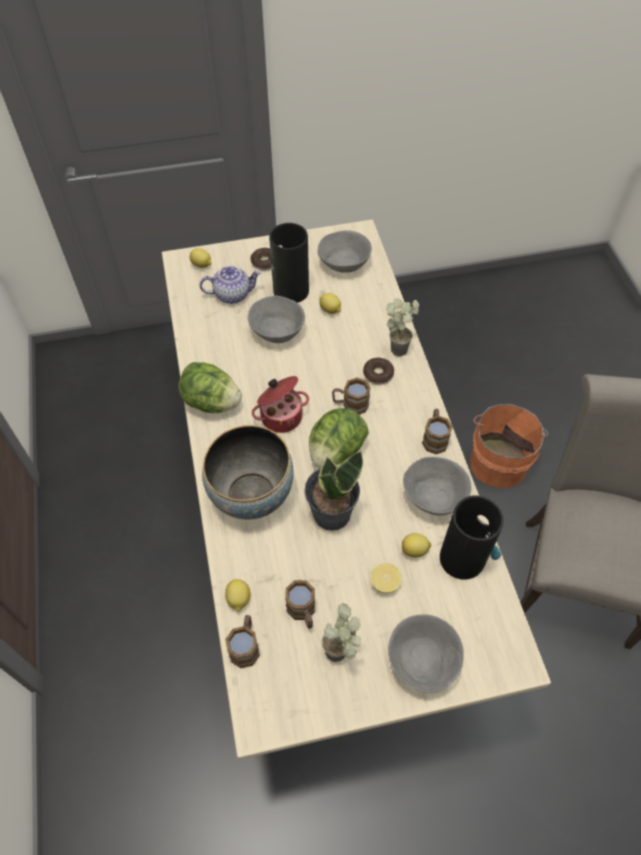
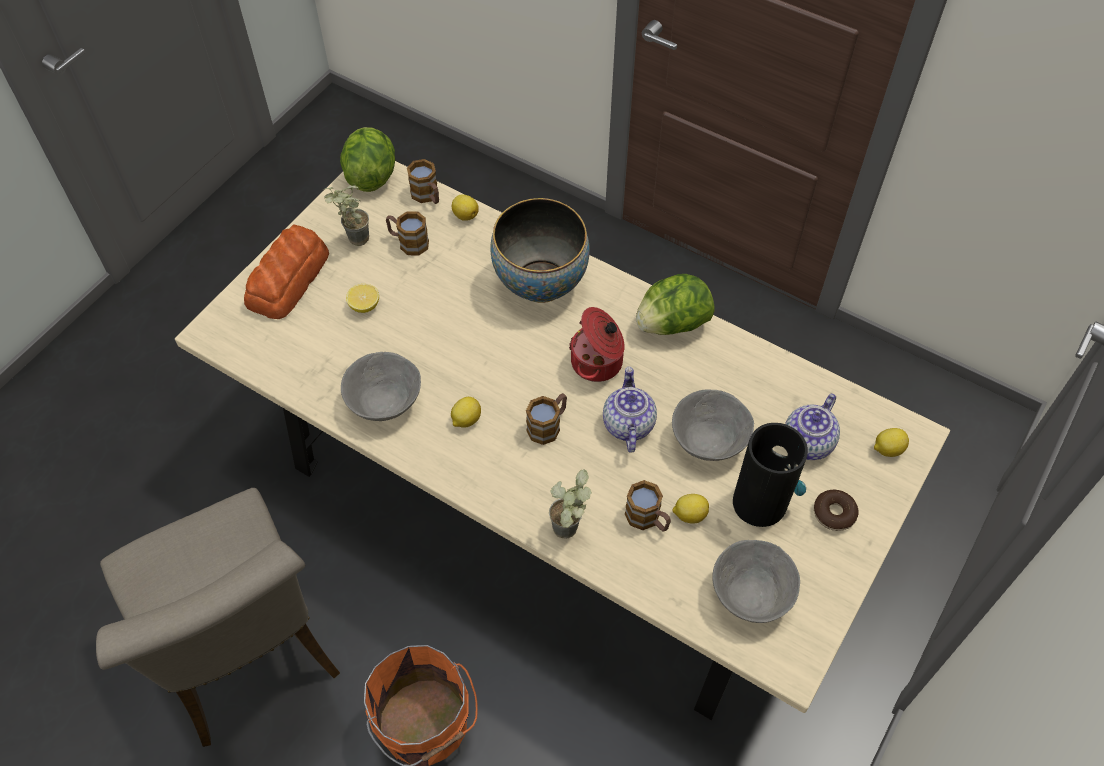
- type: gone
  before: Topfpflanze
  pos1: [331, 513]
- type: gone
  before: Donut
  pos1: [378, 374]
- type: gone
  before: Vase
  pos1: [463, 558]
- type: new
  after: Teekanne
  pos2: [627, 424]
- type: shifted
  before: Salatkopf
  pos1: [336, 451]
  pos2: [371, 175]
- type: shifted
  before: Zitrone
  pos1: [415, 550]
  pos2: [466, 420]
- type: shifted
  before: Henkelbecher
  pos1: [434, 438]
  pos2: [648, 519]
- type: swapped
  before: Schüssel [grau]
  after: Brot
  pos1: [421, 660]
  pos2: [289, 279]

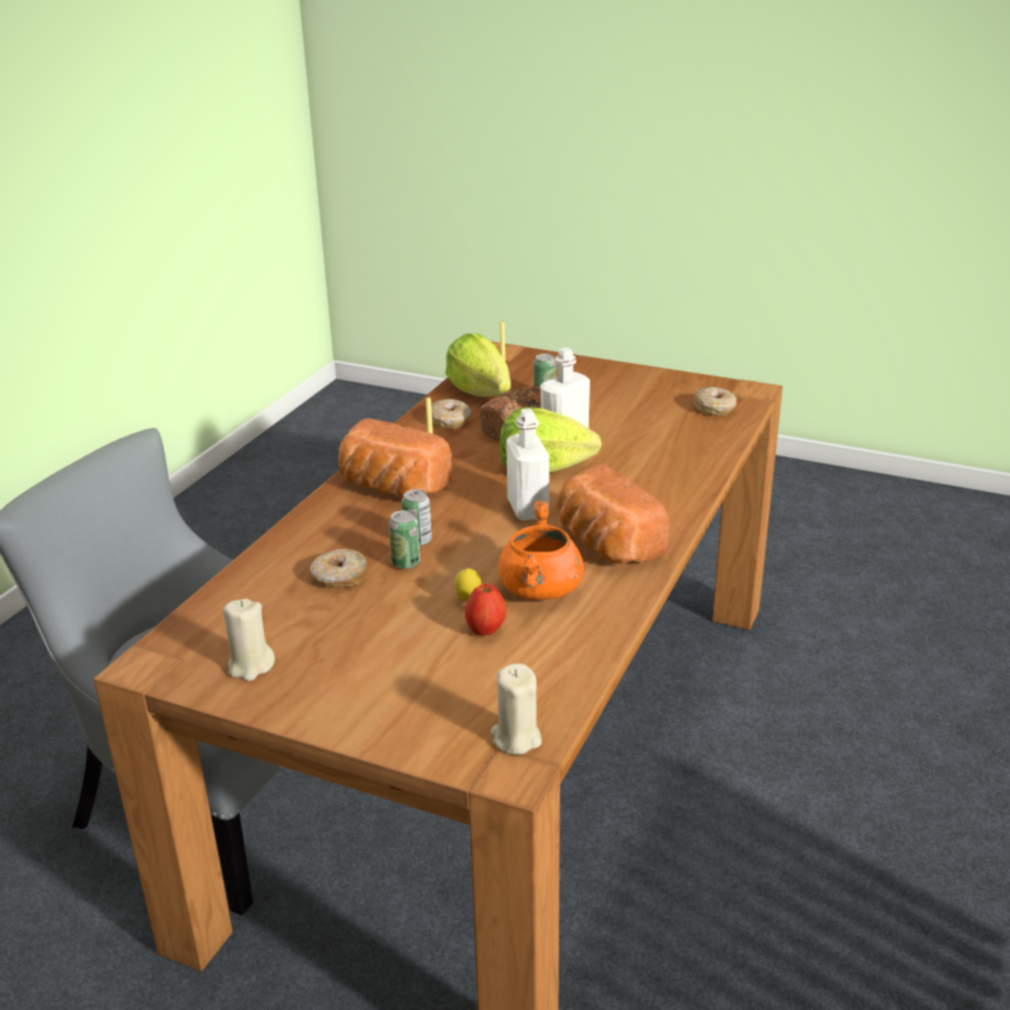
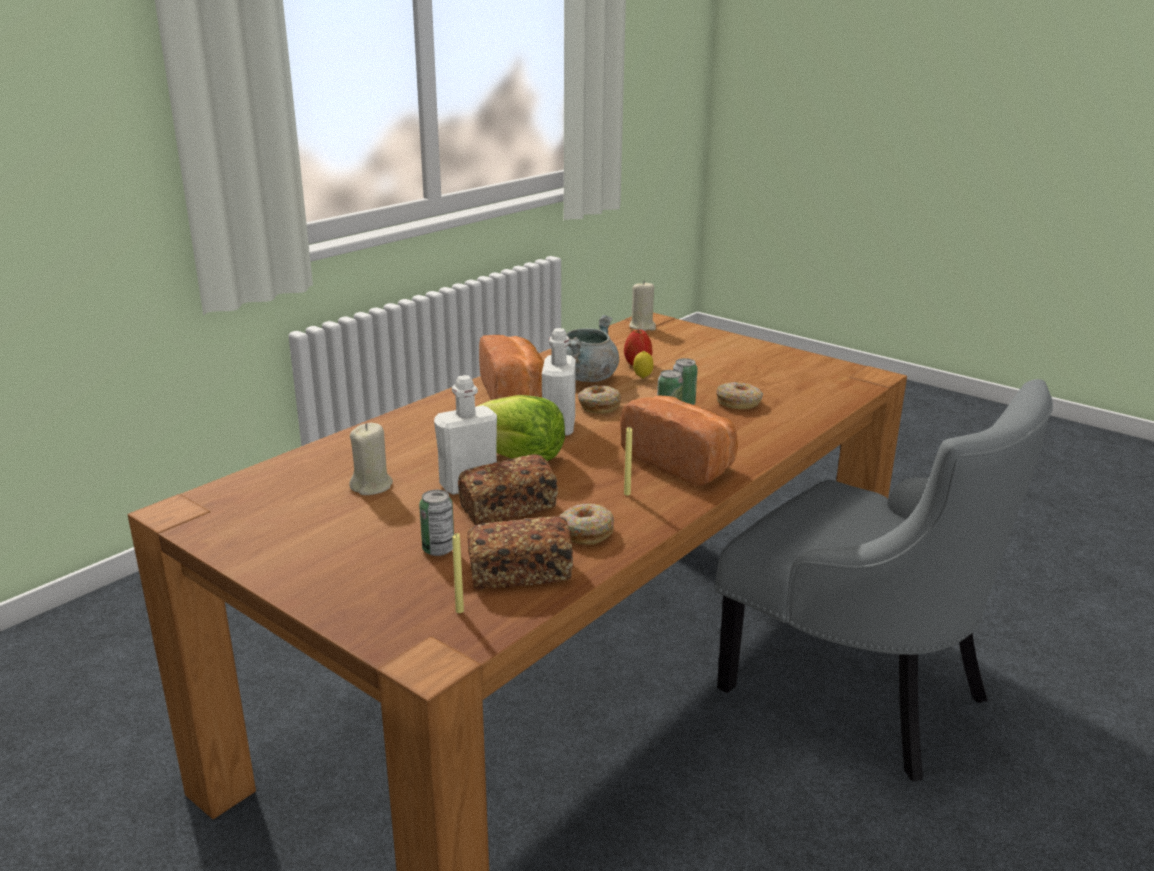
- type: shifted
  before: Kerze [beige]
  pos1: [250, 666]
  pos2: [372, 486]
- type: shifted
  before: Donut
  pos1: [715, 408]
  pos2: [599, 406]
- type: swapped
  before: Salatkopf
  after: Brot
  pos1: [481, 392]
  pos2: [520, 573]
- type: repainted
  before: Kochtopf [orange]
  after: Kochtopf [grau]
  pos1: [541, 590]
  pos2: [586, 377]

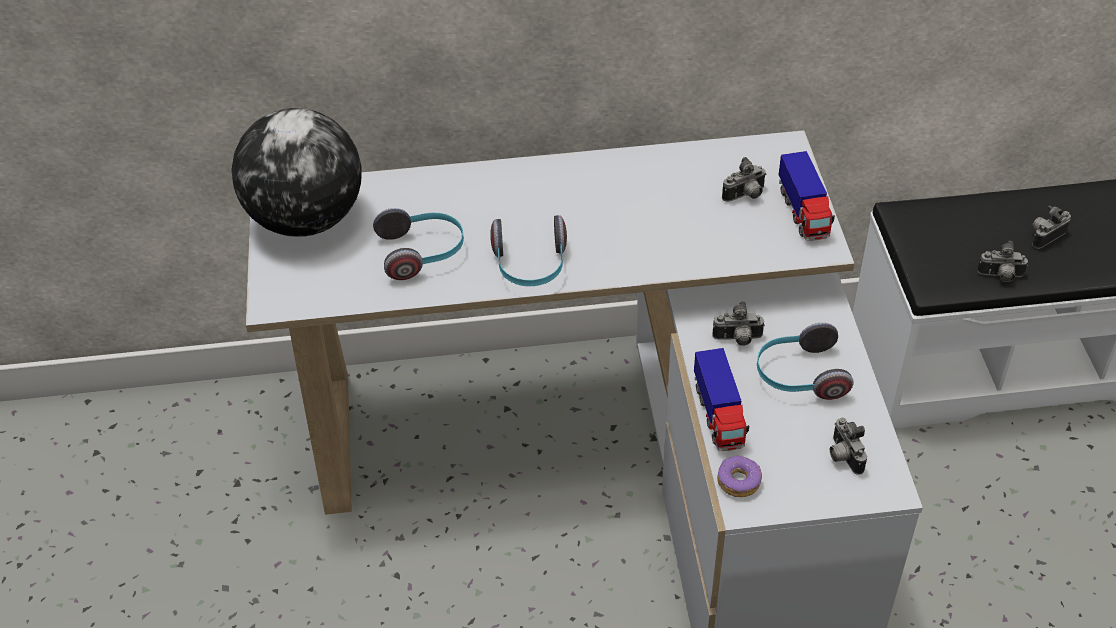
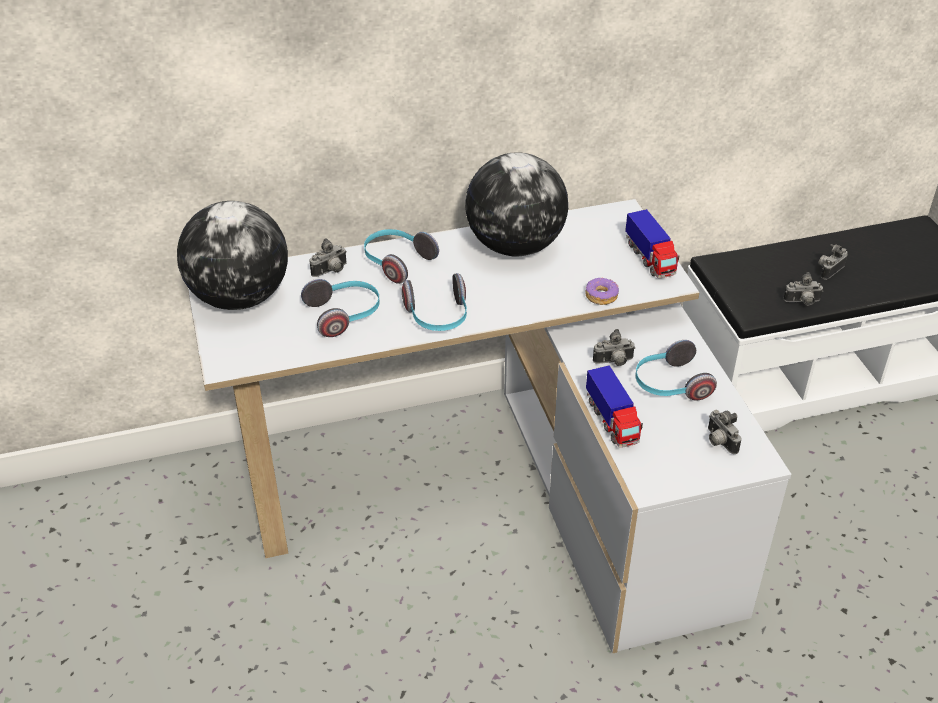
- type: new
  after: Kopfhörer
  pos2: [396, 262]
- type: new
  after: Globus
  pos2: [515, 245]
- type: shifted
  before: Donut
  pos1: [738, 481]
  pos2: [601, 296]
- type: shifted
  before: Kamera
  pos1: [745, 196]
  pos2: [331, 271]

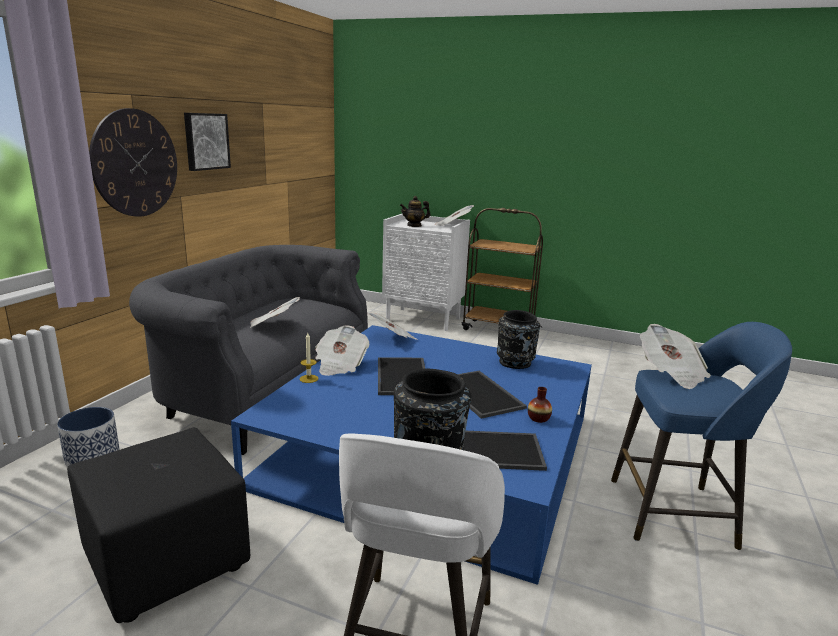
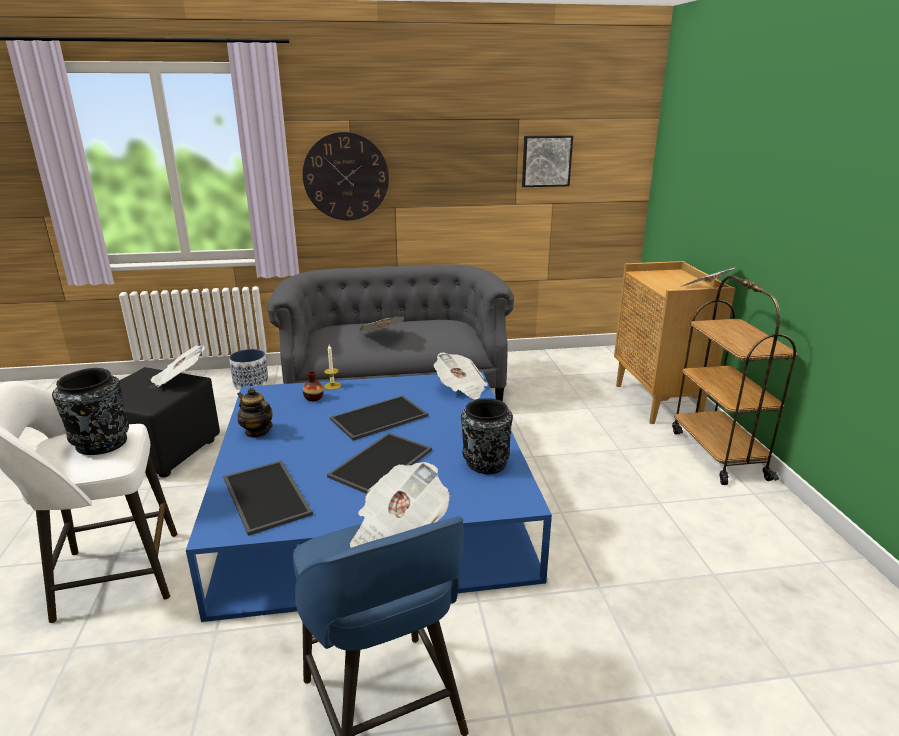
- type: shifted
  before: Bild
  pos1: [206, 141]
  pos2: [546, 161]
- type: shifted
  before: Zeitung
  pos1: [340, 365]
  pos2: [179, 379]
- type: shifted
  before: Teekanne
  pos1: [414, 225]
  pos2: [257, 432]
- type: shifted
  before: Vase
  pos1: [538, 418]
  pos2: [313, 398]
- type: repainted
  before: Schrank [weiß]
  after: Schrank [braun]
  pos1: [423, 319]
  pos2: [657, 402]

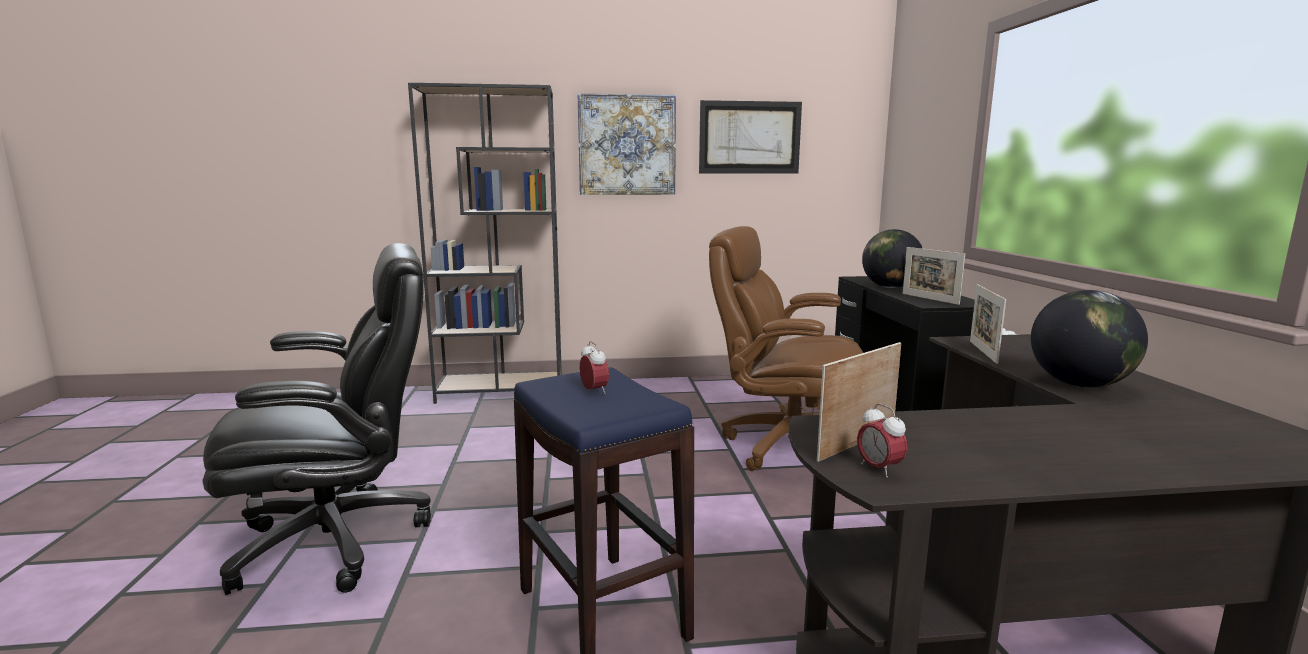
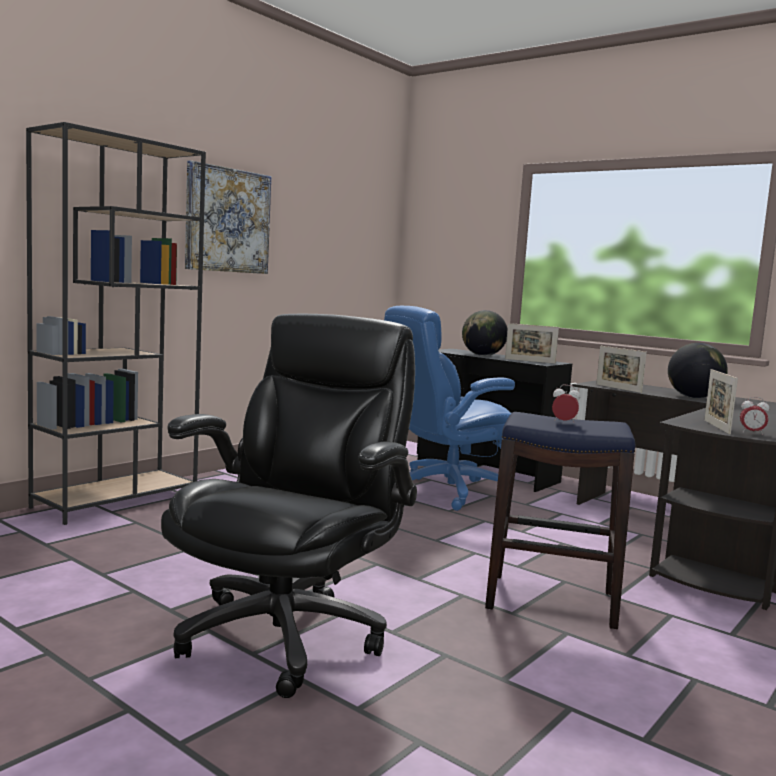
- type: gone
  before: Bild
  pos1: [750, 137]
- type: repainted
  before: Bürostuhl [braun]
  after: Bürostuhl [blau]
  pos1: [784, 446]
  pos2: [443, 492]

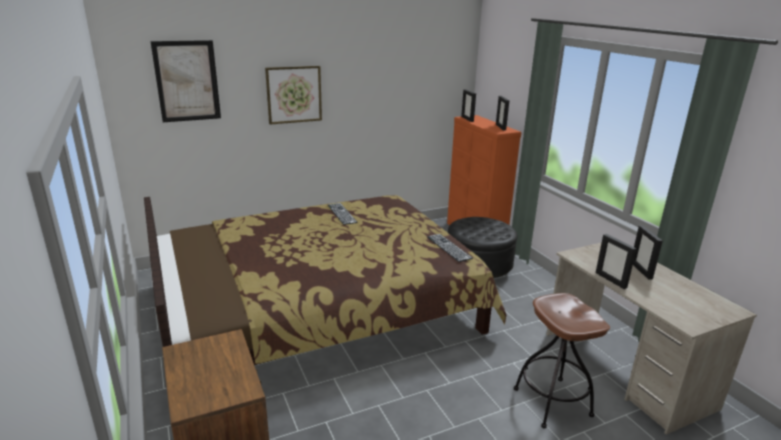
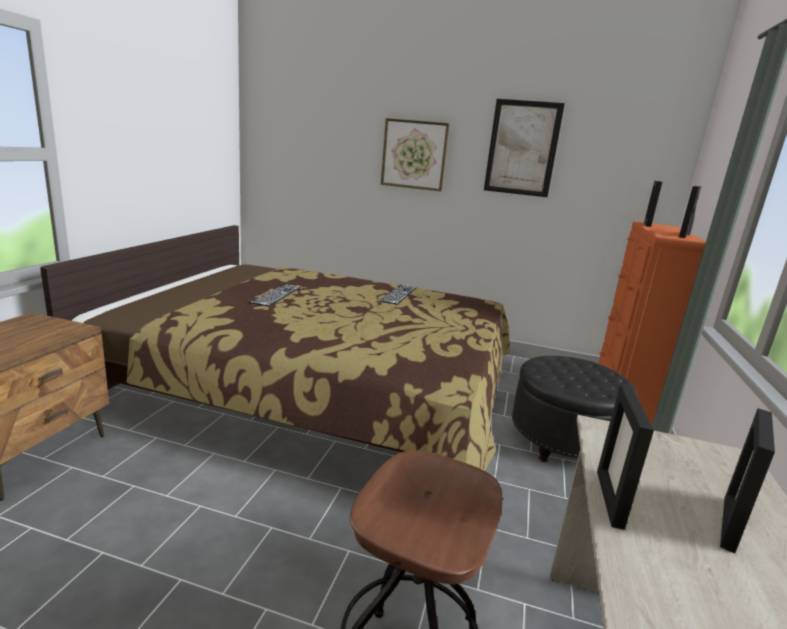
- type: shifted
  before: Bild
  pos1: [187, 81]
  pos2: [522, 148]
- type: shifted
  before: Tastatur
  pos1: [448, 247]
  pos2: [276, 295]

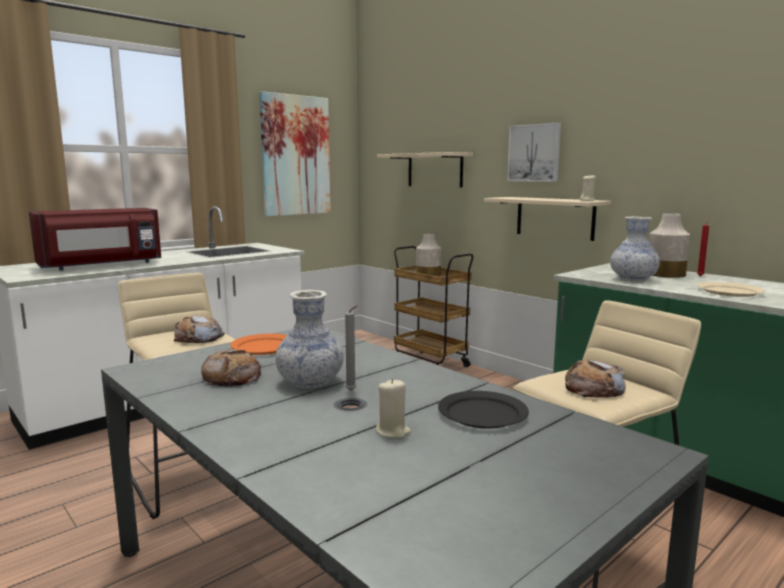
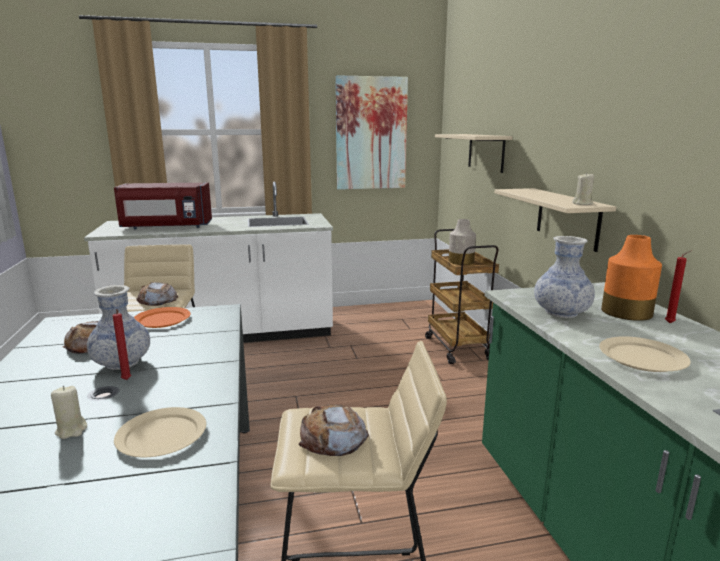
- type: gone
  before: Bild
  pos1: [535, 153]
- type: repainted
  before: Kerze [grau]
  after: Kerze [rot]
  pos1: [352, 391]
  pos2: [126, 380]
- type: repainted
  before: Teller [schwarz]
  after: Teller [beige]
  pos1: [483, 413]
  pos2: [162, 435]
- type: repainted
  before: Vase [beige]
  after: Vase [orange]
  pos1: [666, 274]
  pos2: [627, 312]

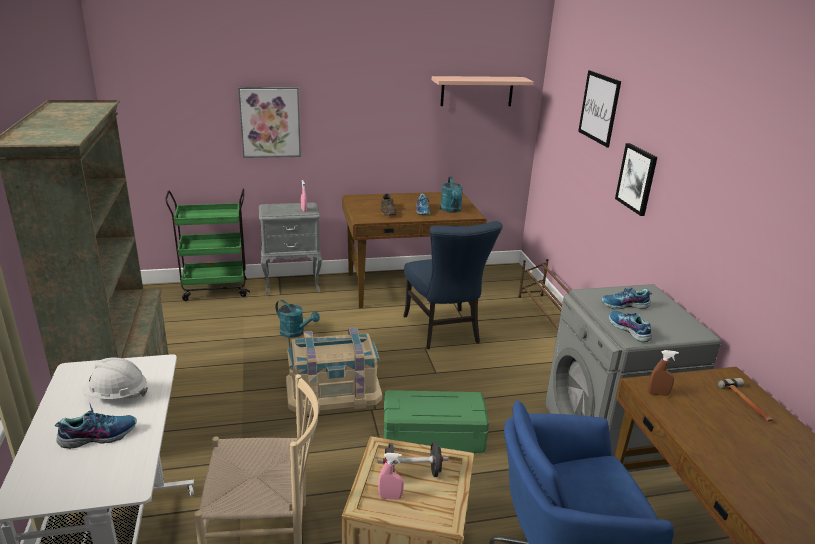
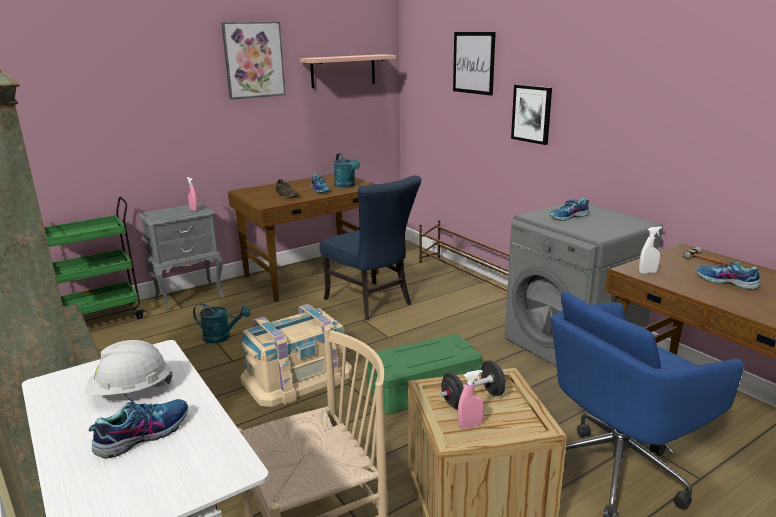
- type: shifted
  before: Bild
  pos1: [270, 122]
  pos2: [253, 60]
- type: shifted
  before: Schuh
  pos1: [628, 330]
  pos2: [726, 282]
- type: repainted
  before: Sprühflasche [braun]
  after: Sprühflasche [weiß]
  pos1: [658, 394]
  pos2: [647, 272]

